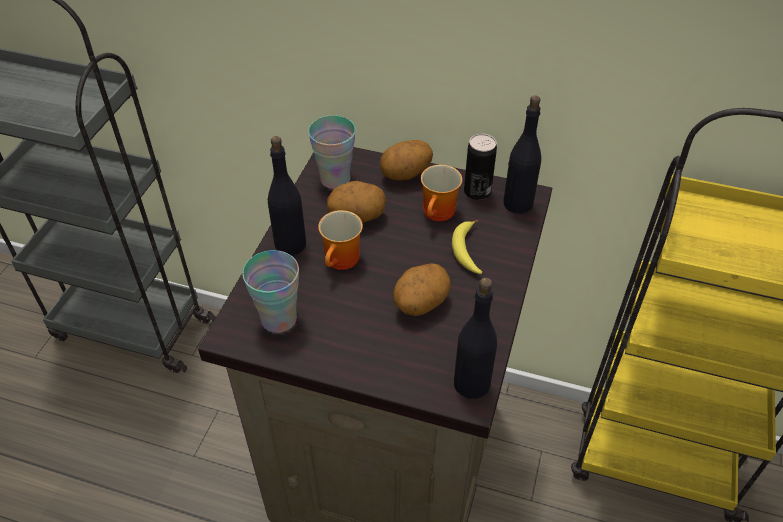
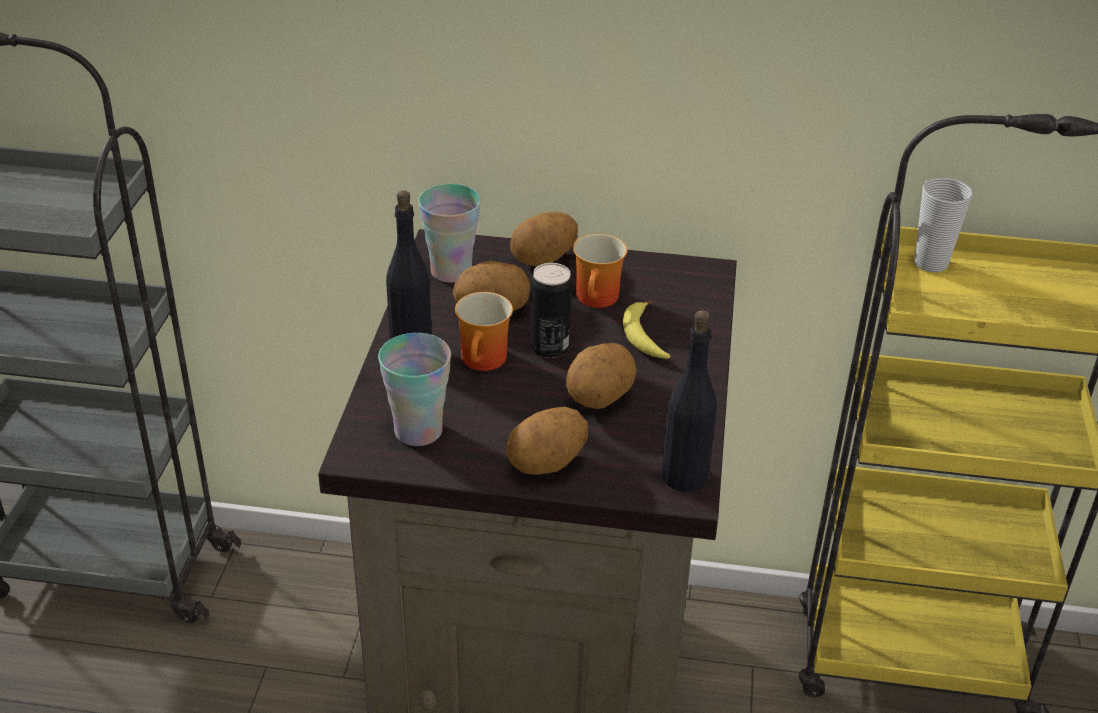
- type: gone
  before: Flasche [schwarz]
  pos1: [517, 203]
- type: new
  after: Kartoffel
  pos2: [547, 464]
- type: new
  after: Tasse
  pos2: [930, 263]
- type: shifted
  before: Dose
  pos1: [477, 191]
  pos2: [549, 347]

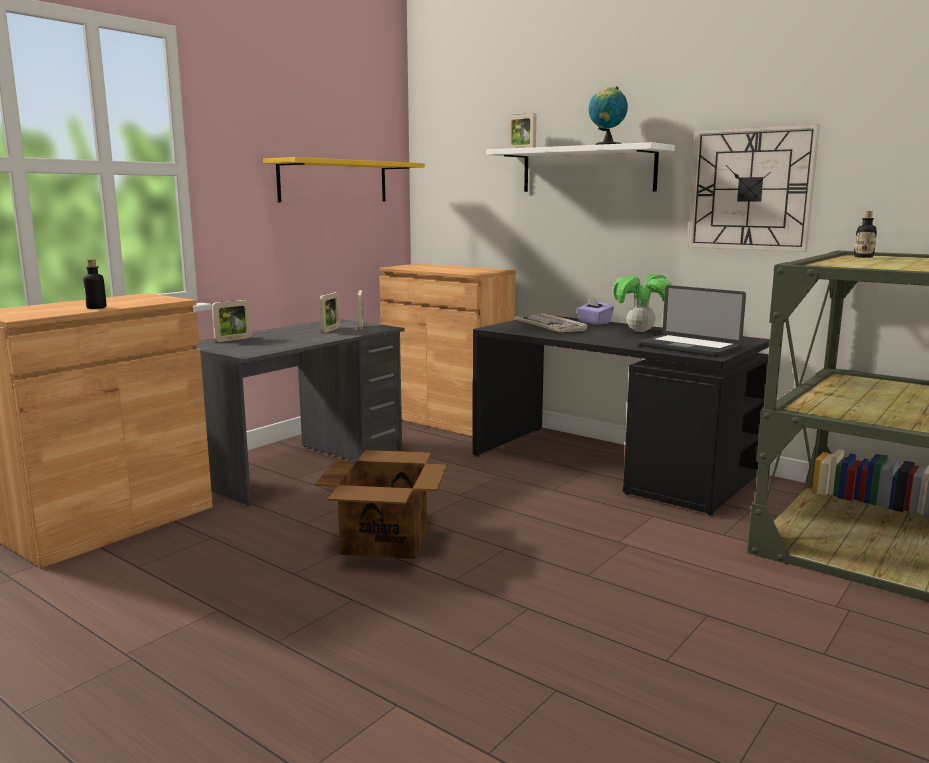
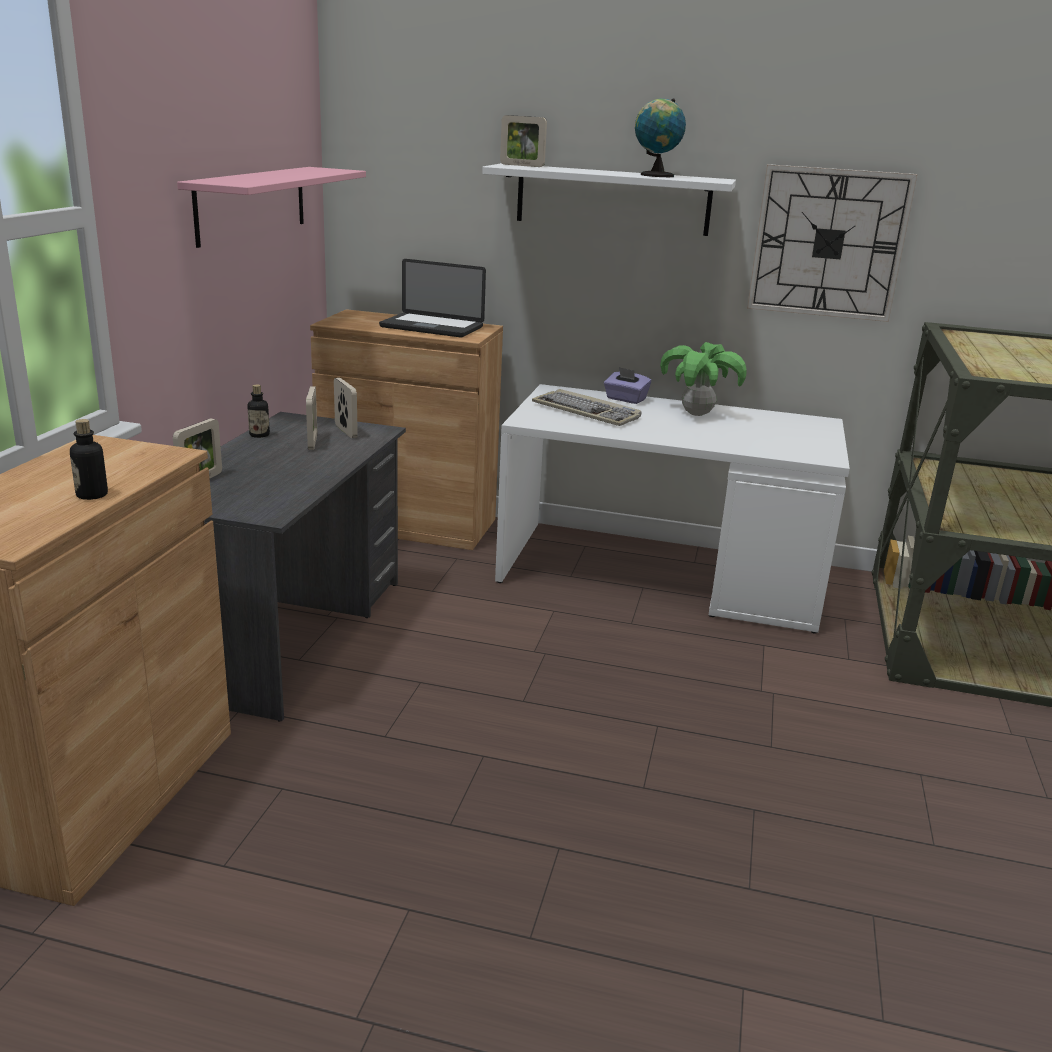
- type: gone
  before: Karton
  pos1: [386, 540]
- type: shifted
  before: Laptop
  pos1: [688, 347]
  pos2: [432, 327]
- type: shifted
  before: Flasche
  pos1: [863, 257]
  pos2: [259, 435]
- type: repainted
  before: Wandregal [gelb]
  after: Wandregal [rosa]
  pos1: [334, 181]
  pos2: [252, 204]
- type: repainted
  before: Schreibtisch [schwarz]
  after: Schreibtisch [weiß]
  pos1: [611, 465]
  pos2: [660, 574]

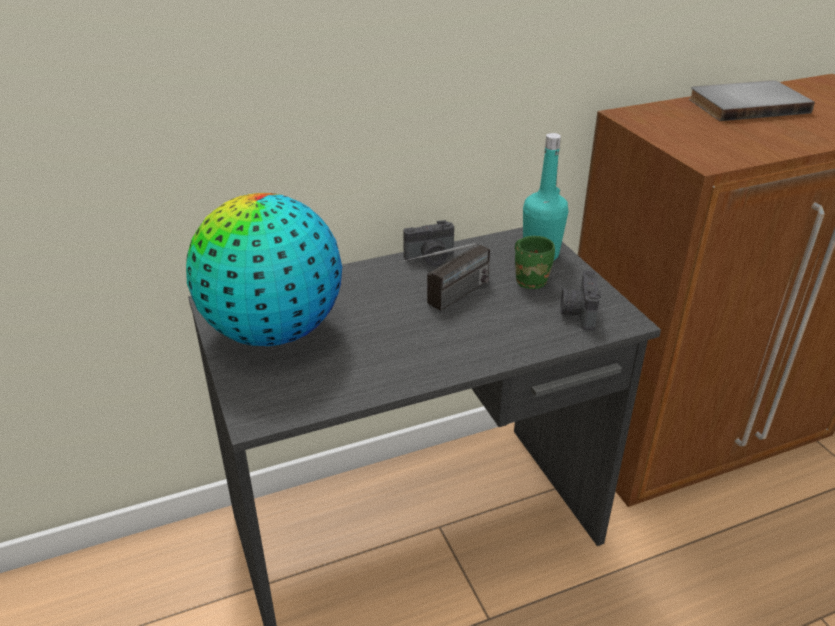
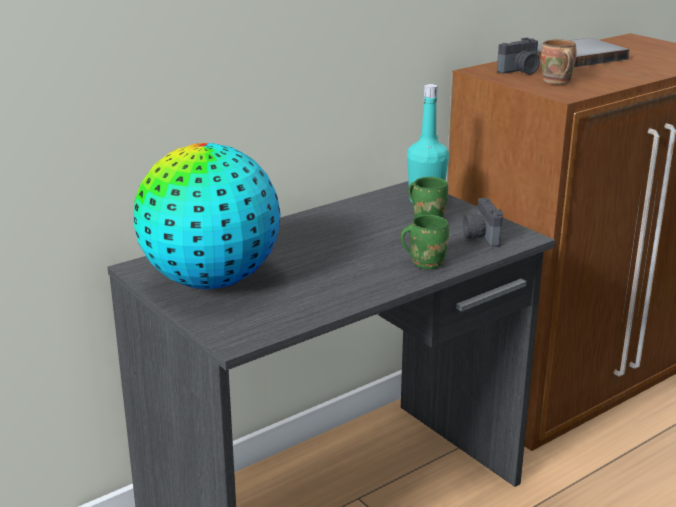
- type: gone
  before: Radio
  pos1: [446, 301]
- type: new
  after: Henkelbecher [grün]
  pos2: [425, 262]
- type: new
  after: Henkelbecher [braun]
  pos2: [556, 82]
- type: shifted
  before: Kamera
  pos1: [430, 258]
  pos2: [520, 71]

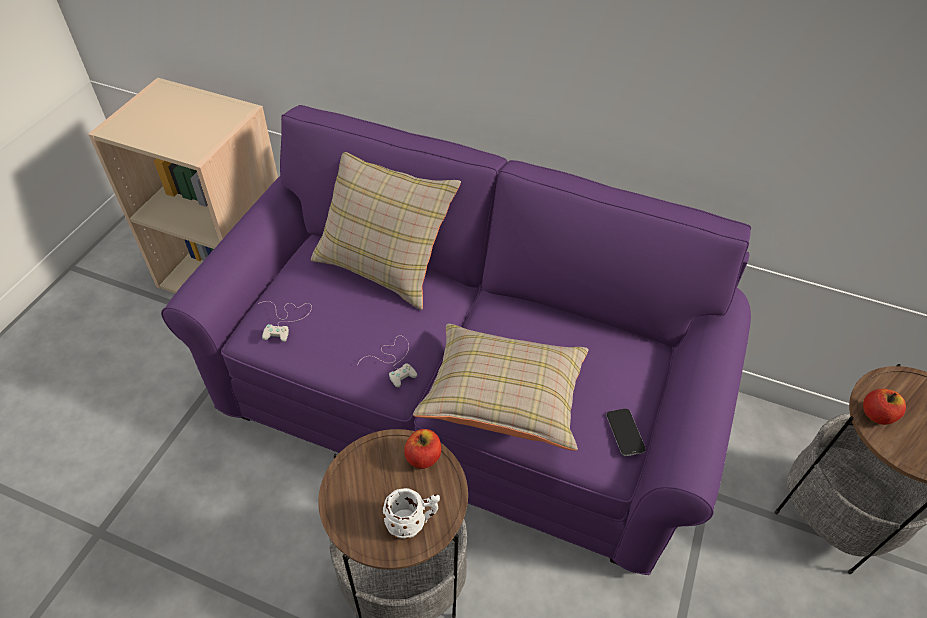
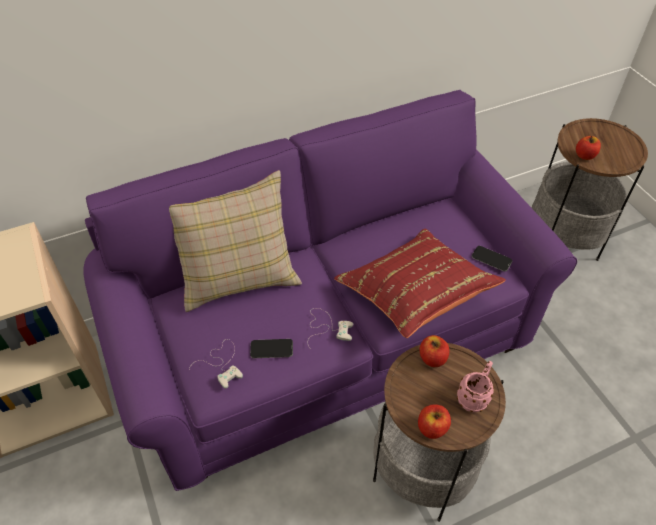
- type: new
  after: Handy
  pos2: [271, 349]
- type: new
  after: Apfel
  pos2: [432, 428]
- type: repainted
  before: Henkelbecher [weiß]
  after: Henkelbecher [rosa]
  pos1: [412, 522]
  pos2: [474, 397]
- type: repainted
  before: Kissen [beige]
  after: Kissen [rot]
  pos1: [504, 399]
  pos2: [414, 295]

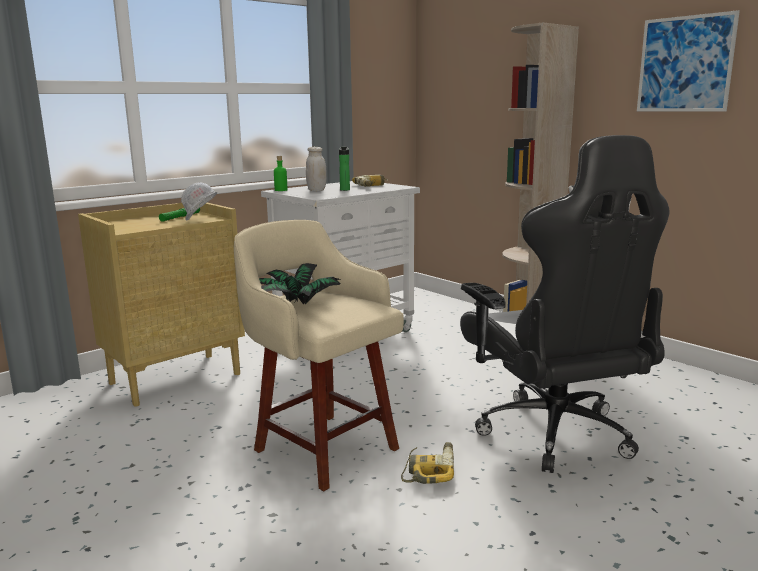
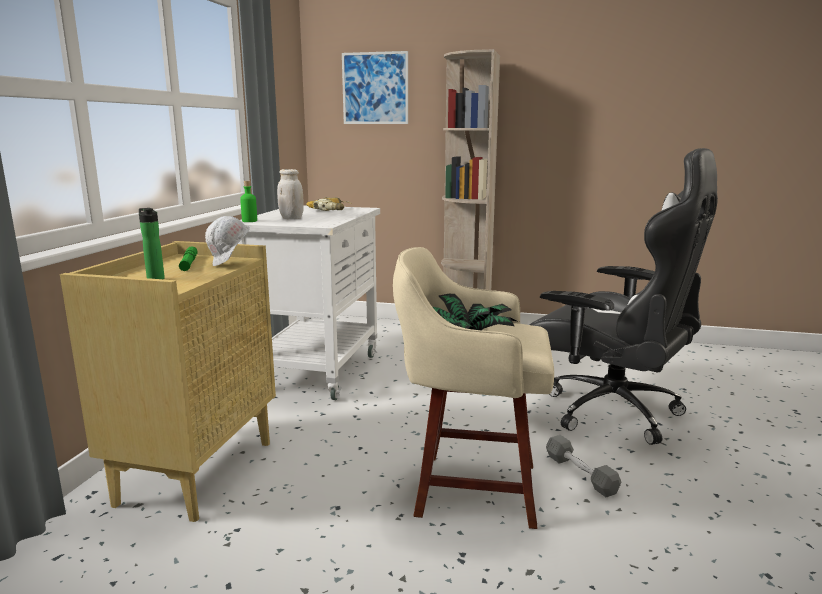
- type: shifted
  before: Flasche
  pos1: [345, 189]
  pos2: [155, 278]
- type: shifted
  before: Bild
  pos1: [685, 64]
  pos2: [375, 88]
- type: swapped
  before: Bohrmaschine
  after: Hantel [grau]
  pos1: [429, 469]
  pos2: [580, 474]

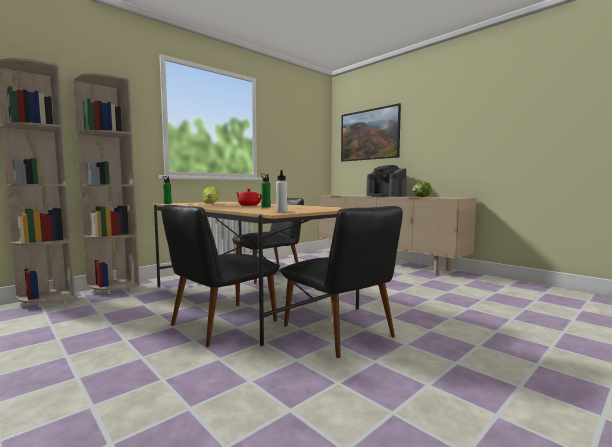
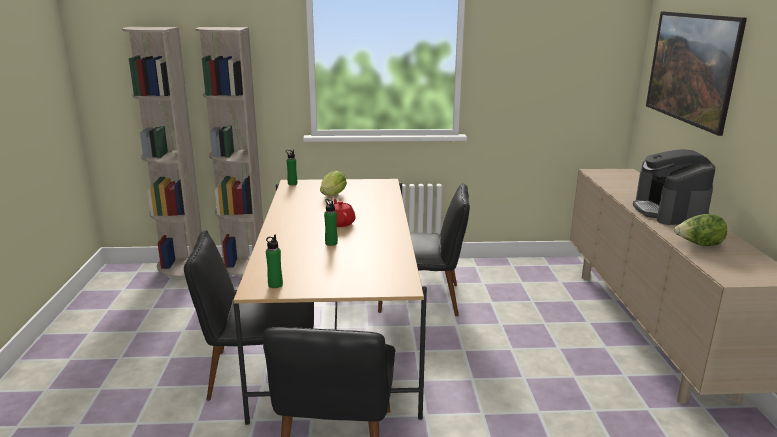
- type: repainted
  before: Flasche [weiß]
  after: Flasche [grün]
  pos1: [281, 212]
  pos2: [275, 285]

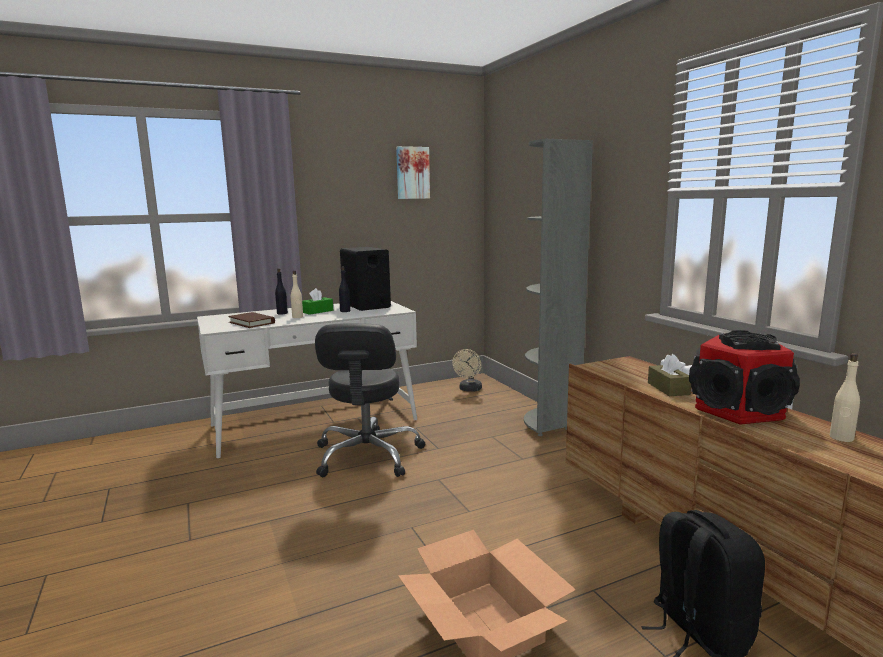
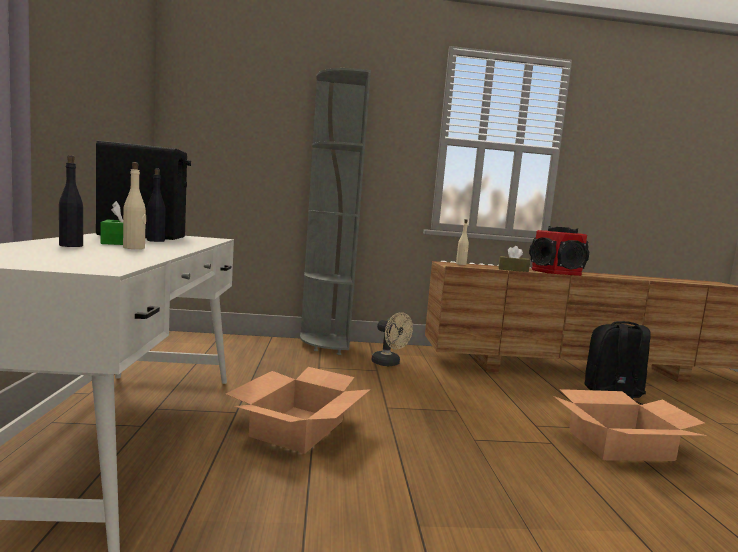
- type: gone
  before: Buch [braun]
  pos1: [252, 323]
- type: gone
  before: Bild
  pos1: [412, 173]
- type: shifted
  before: Ventilator [beige]
  pos1: [469, 389]
  pos2: [389, 363]
- type: shifted
  before: Flasche [beige]
  pos1: [841, 438]
  pos2: [461, 264]
- type: swapped
  before: Bürostuhl [schwarz]
  after: Karton
  pos1: [367, 458]
  pos2: [297, 428]

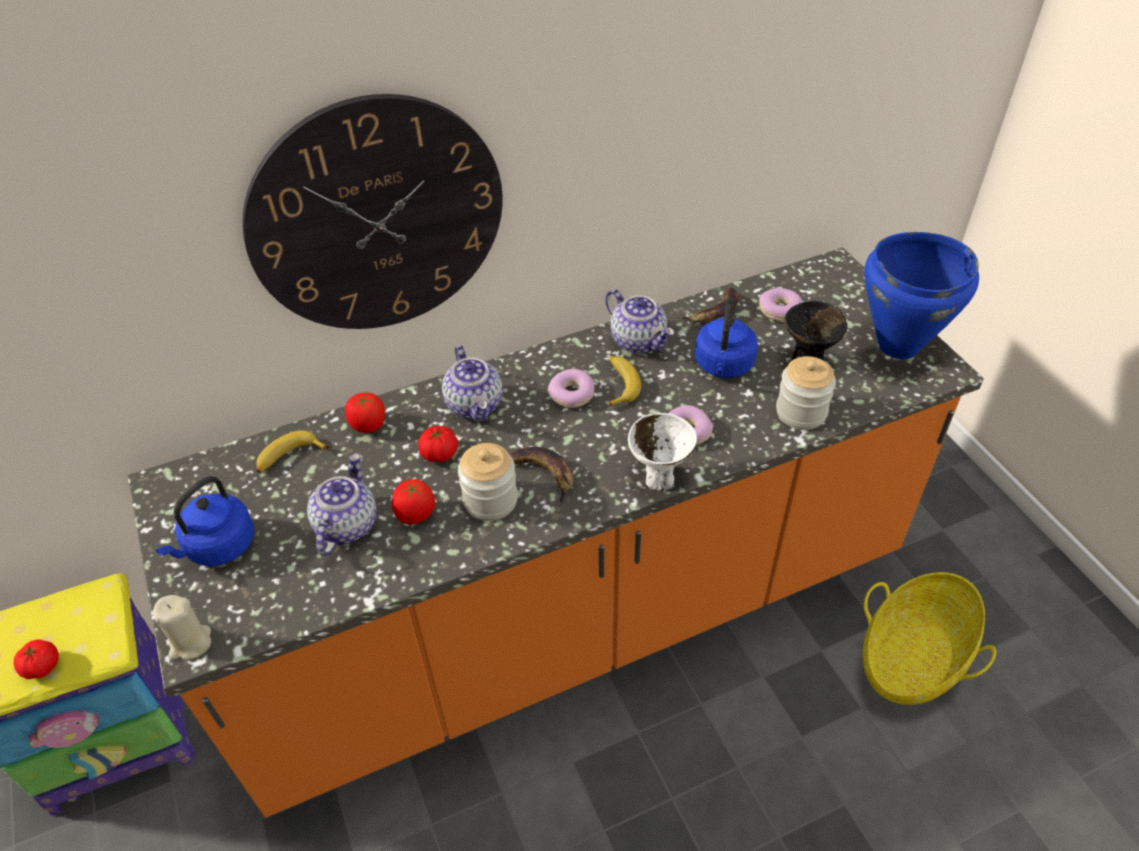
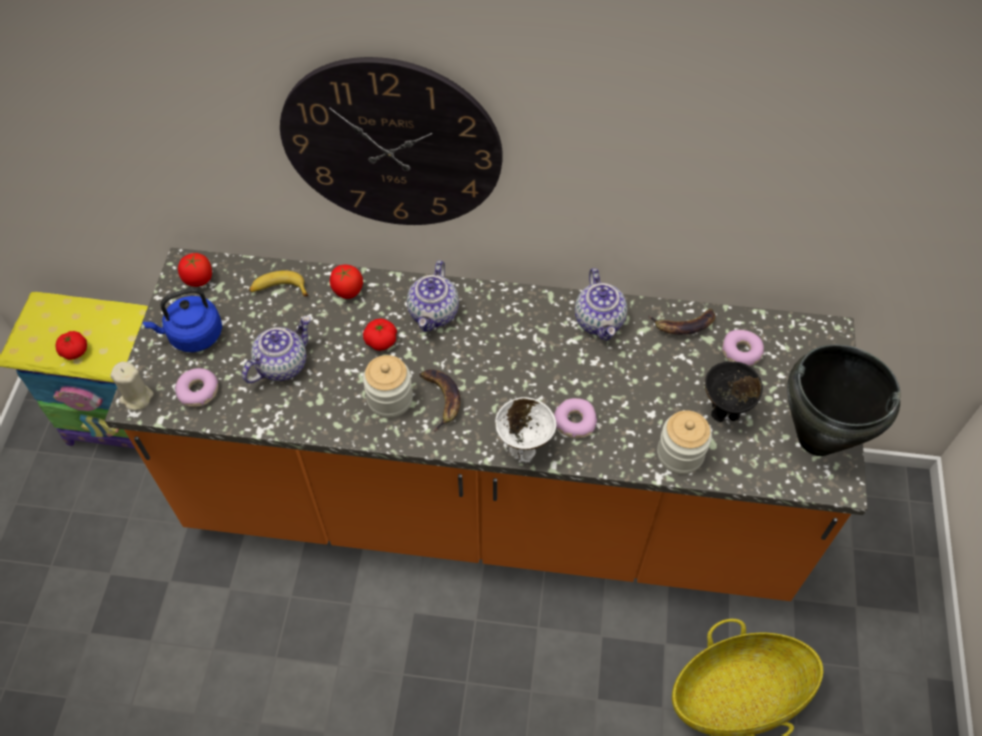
- type: gone
  before: Banane
  pos1: [619, 384]
- type: gone
  before: Wasserkessel [blau]
  pos1: [723, 366]
- type: shifted
  before: Tomate
  pos1: [415, 514]
  pos2: [198, 280]
- type: shifted
  before: Donut
  pos1: [572, 394]
  pos2: [198, 391]
- type: repainted
  before: Kochtopf [blau]
  after: Kochtopf [schwarz]
  pos1: [897, 345]
  pos2: [816, 438]

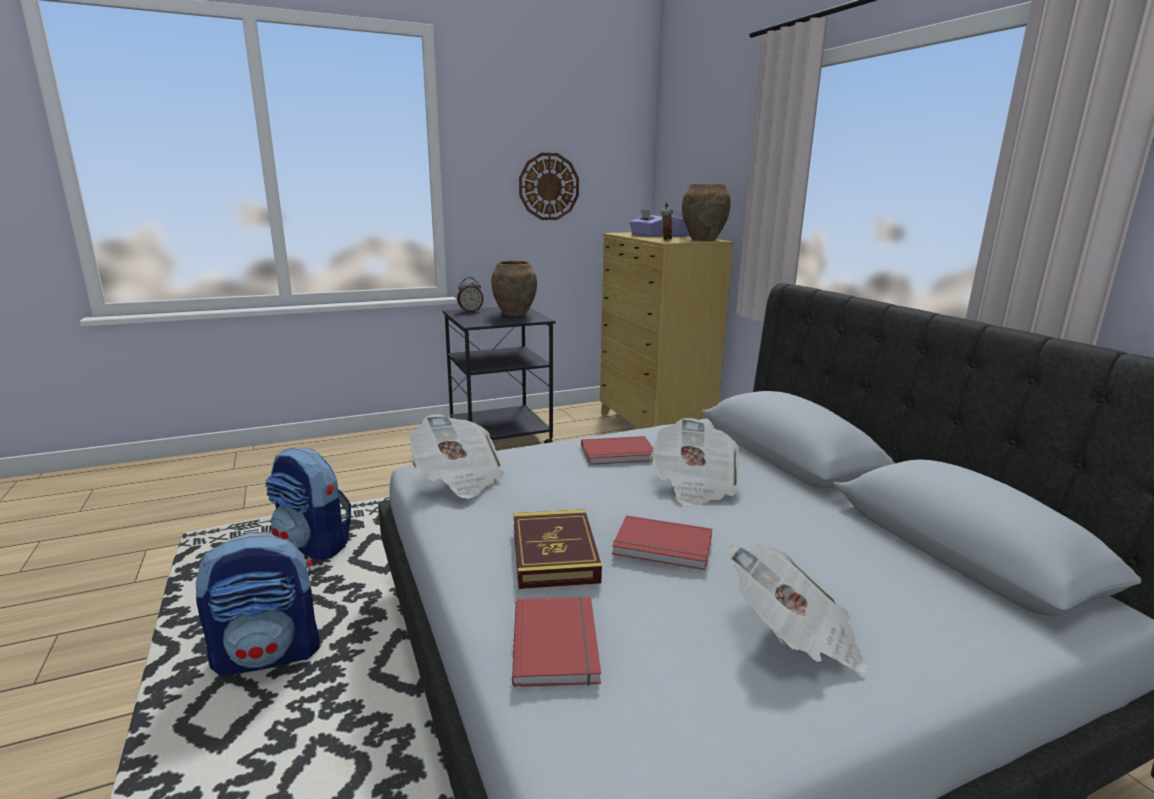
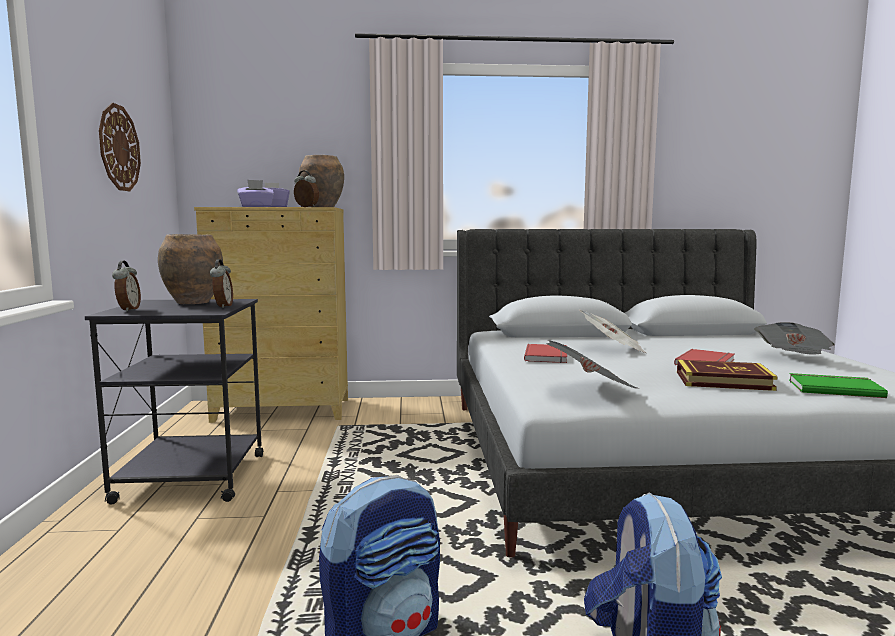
- type: new
  after: Wecker
  pos2: [222, 306]
- type: repainted
  before: Buch [rot]
  after: Buch [grün]
  pos1: [559, 643]
  pos2: [833, 388]

